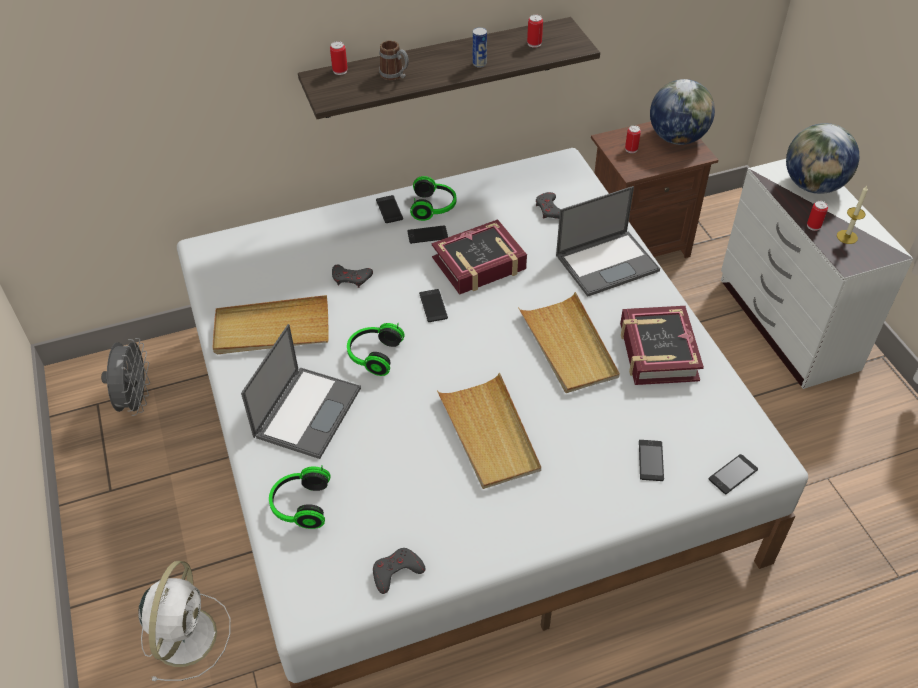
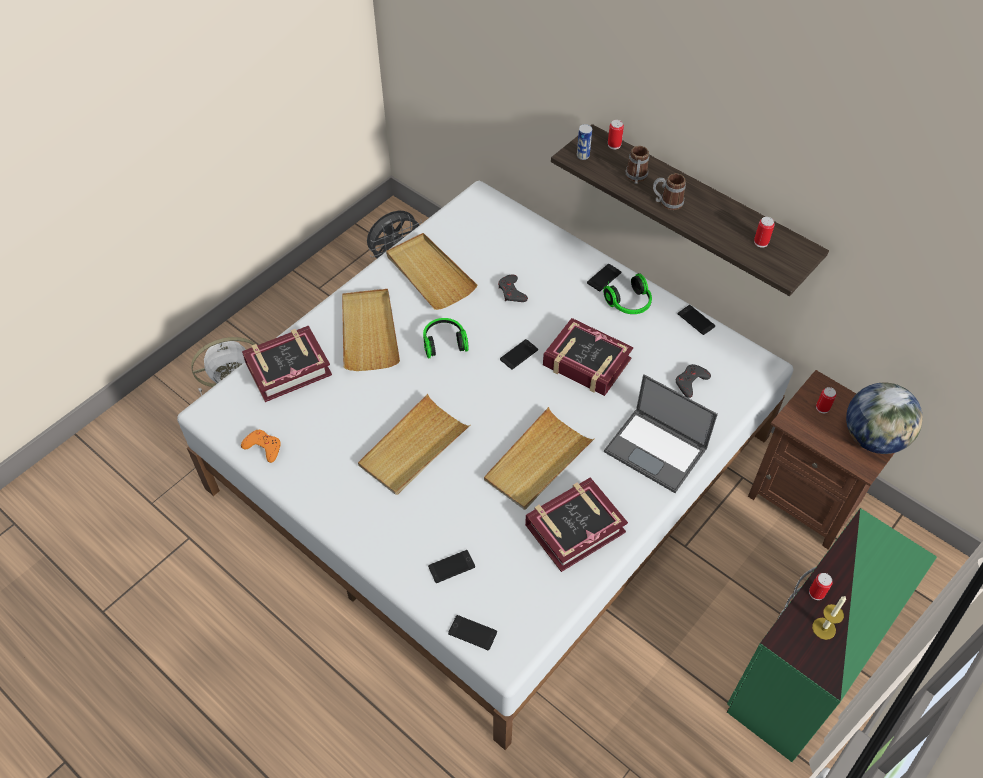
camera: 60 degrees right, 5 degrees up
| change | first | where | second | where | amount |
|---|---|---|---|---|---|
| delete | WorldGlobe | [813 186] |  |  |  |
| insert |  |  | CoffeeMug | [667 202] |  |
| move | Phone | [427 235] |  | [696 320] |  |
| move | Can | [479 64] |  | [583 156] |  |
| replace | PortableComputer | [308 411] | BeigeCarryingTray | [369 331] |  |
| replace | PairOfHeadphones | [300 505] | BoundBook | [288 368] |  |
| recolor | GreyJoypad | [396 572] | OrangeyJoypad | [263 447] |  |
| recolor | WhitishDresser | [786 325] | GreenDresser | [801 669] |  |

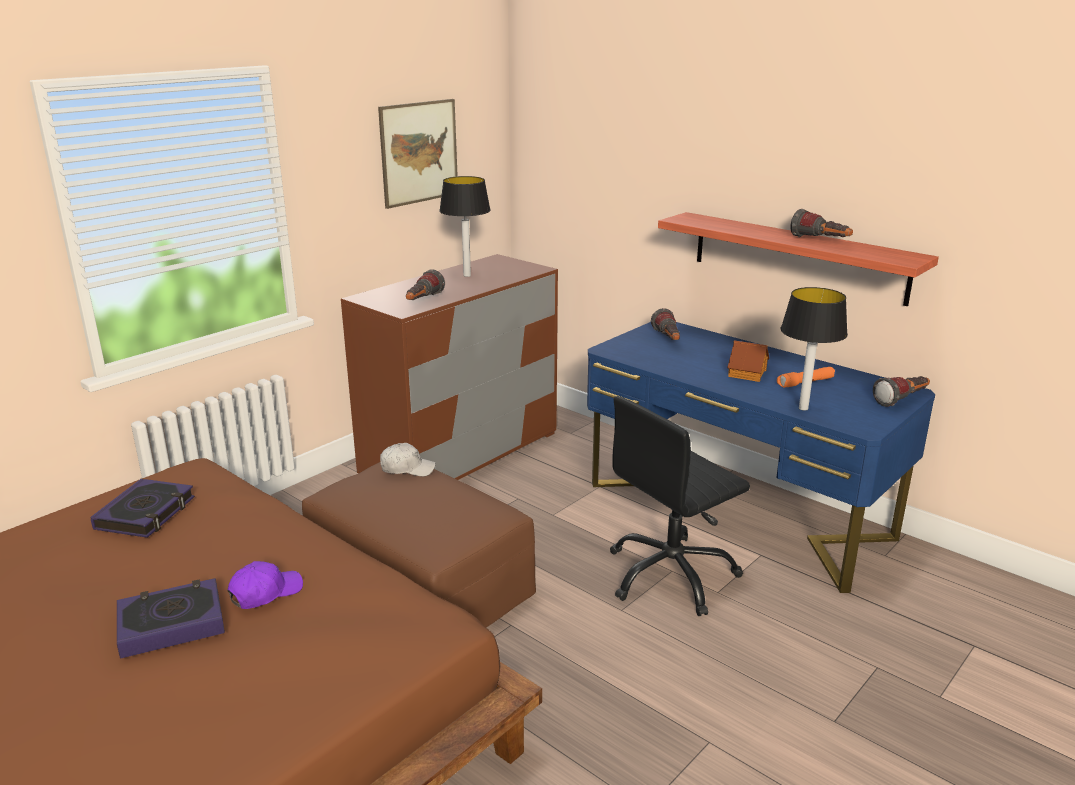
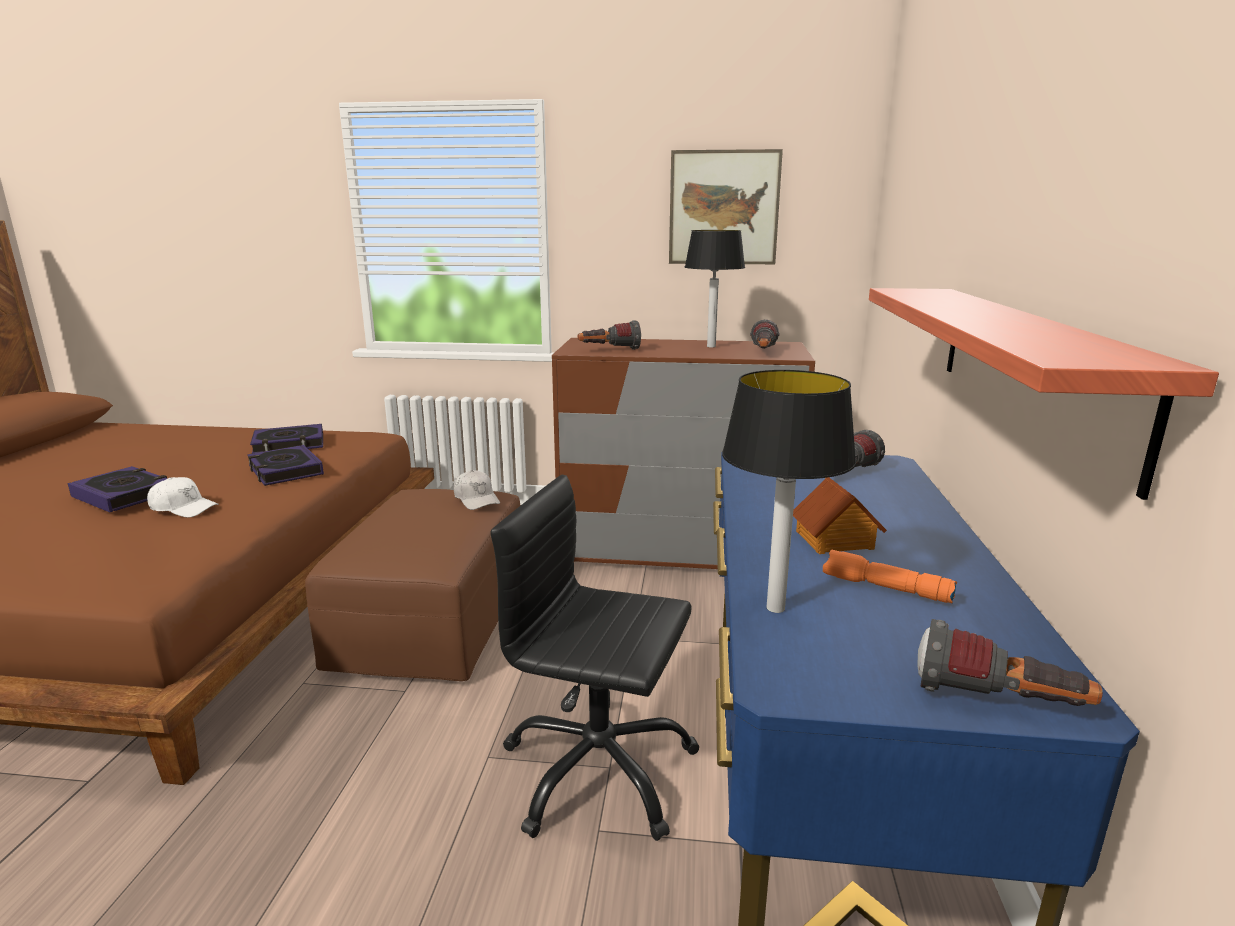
camera: 55 degrees right, 5 degrees down
| change | first | where | second | where | amount |
|---|---|---|---|---|---|
| insert |  |  | BoundBook | [285 471] |  |
| move | Flashlight | [820 241] |  | [763 353] |  |
| recolor | PurpleCap | [265 593] | WhitishCap | [183 508] |  |

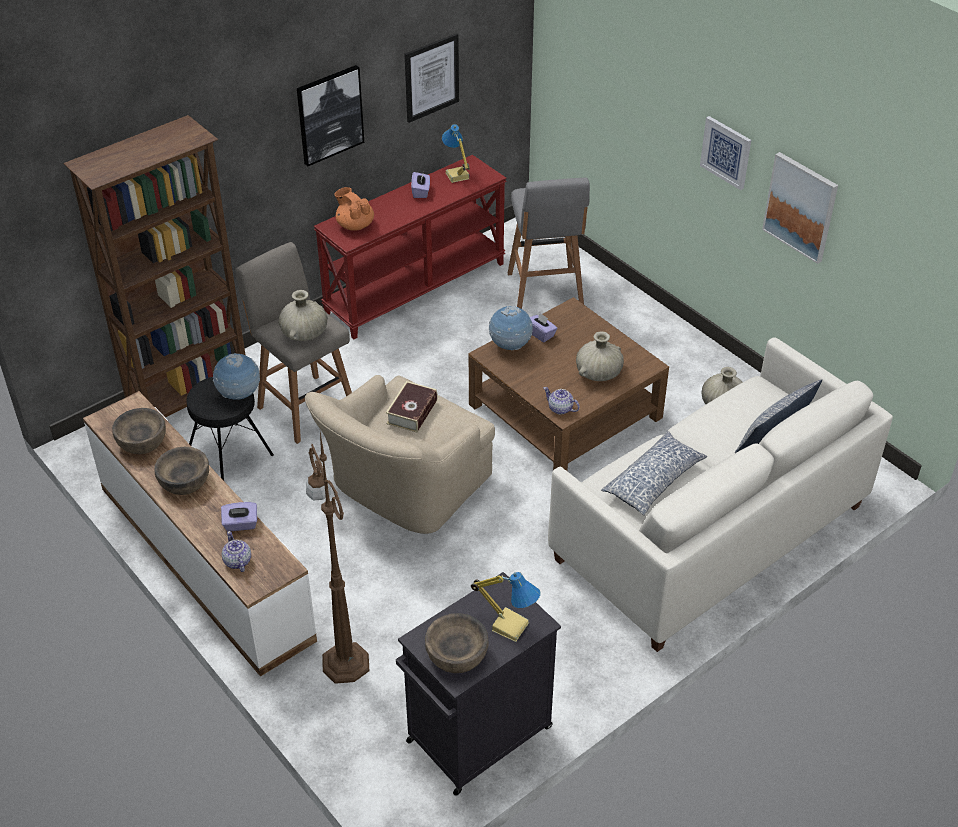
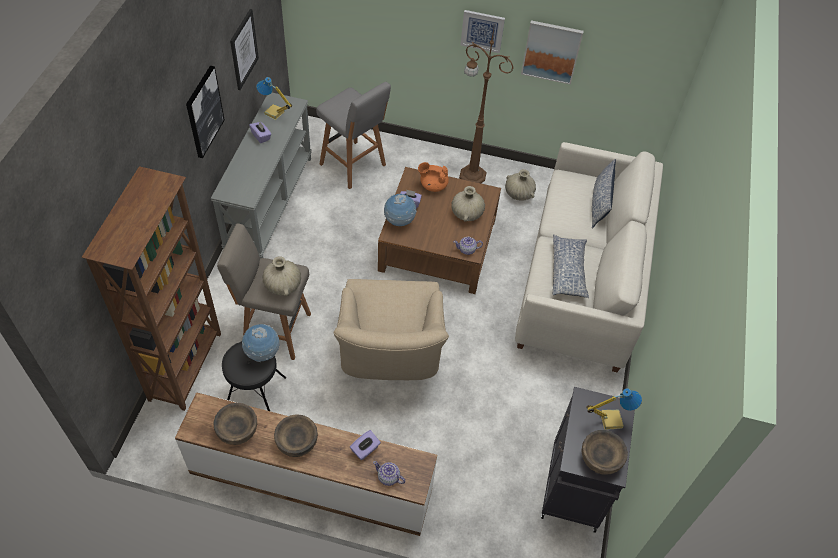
camera: 40 degrees left, 10 degrees up
| change | first | where | second | where | amount |
|---|---|---|---|---|---|
| delete | BoundBook | [412 412] |  |  |  |
| move | BrownishStandardLamp | [345 661] |  | [471 174] |  |
| move | OrangeyTeapot | [355 225] |  | [433 185] |  |
| recolor | ReddishHallTable | [415 287] | GreyHallTable | [269 203] |  |

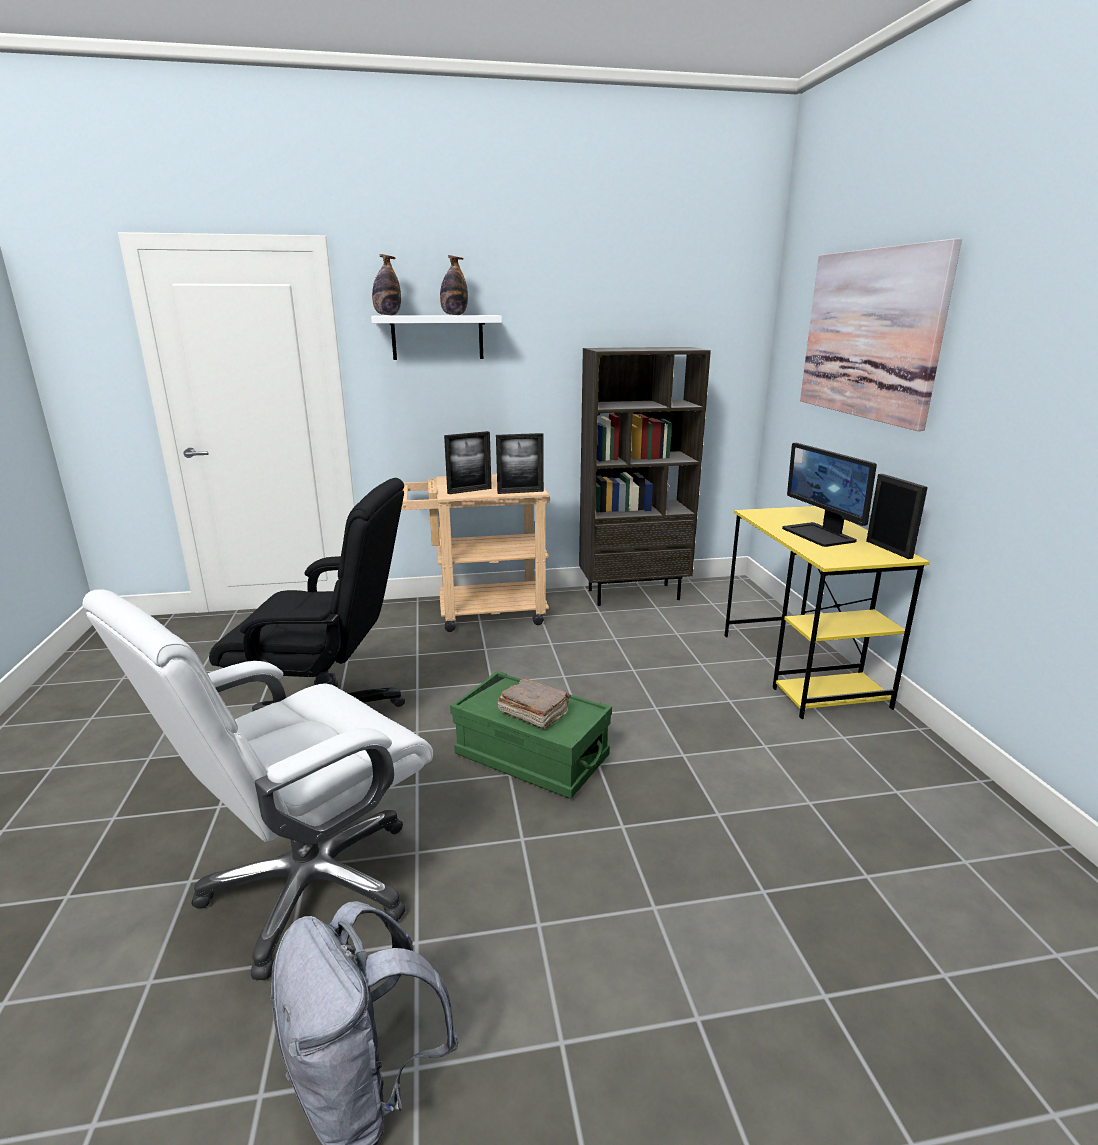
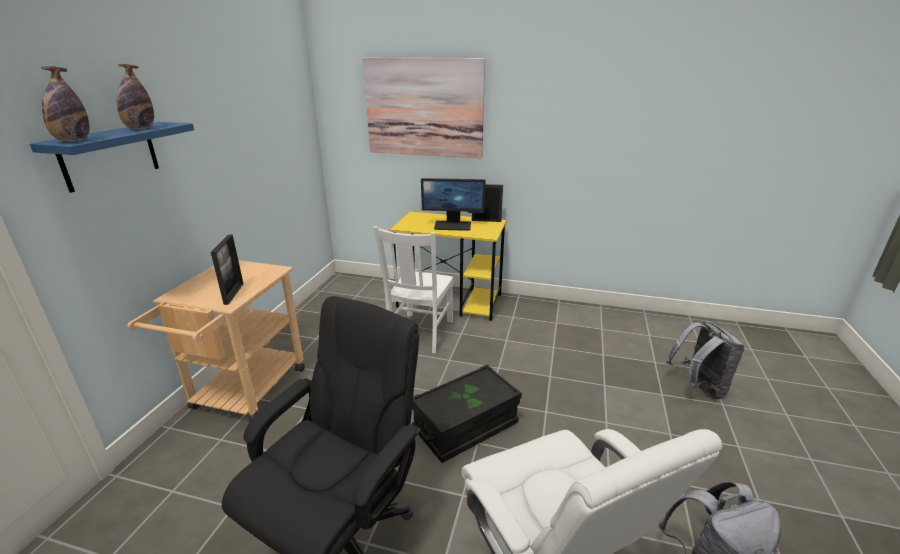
camera: 65 degrees left, 5 degrees up
| change | first | where | second | where | amount |
|---|---|---|---|---|---|
| delete | PictureFrame | [520 492] |  |  |  |
| delete | BrownishBoundBook | [533 713] |  |  |  |
| delete | BrownishBookcase | [633 594] |  |  |  |
| insert |  |  | WhitishPlainChair | [419 334] |  |
| insert |  |  | GreyKnapsack | [698 388] |  |
| recolor | WhitishWallShelf | [437 337] | BlueColouredWallShelf | [110 155] |  |
| recolor | GreenStorageContainer | [531 757] | BlackStorageContainer | [465 427] |  |

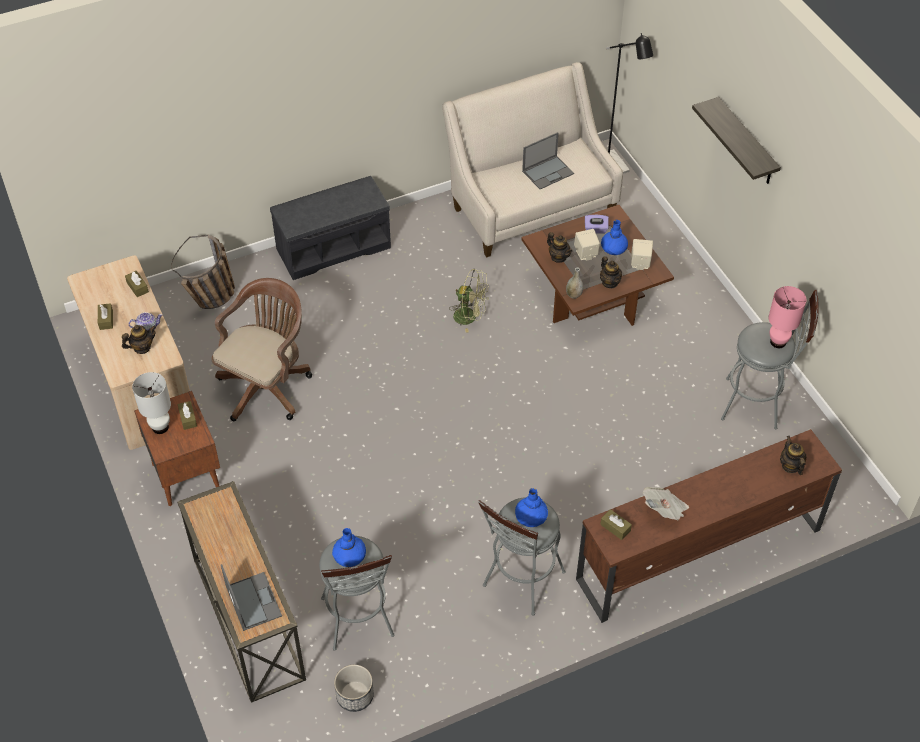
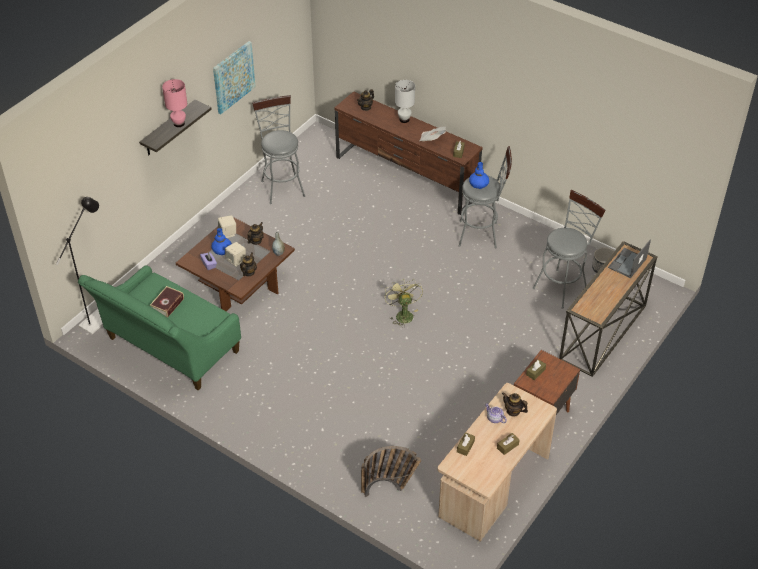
camera: 120 degrees left, 5 degrees down
| change | first | where | second | where | amount |
|---|---|---|---|---|---|
| delete | BrownishDeskChair | [267 385] |  |  |  |
| delete | GreyLongSeat | [334 247] |  |  |  |
| delete | BlueColouredVase | [349 556] |  |  |  |
| insert |  |  | WallArt | [233 77] |  |
| move | WhitishTableLamp | [161 427] |  | [404 119] |  |
| move | GreenElectricFan | [470 317] |  | [402 314] |  |
| move | PinkColouredTableLamp | [778 342] |  | [179 123] |  |
| replace | PortableComputer | [548 172] | BoundBook | [167 305] |  |
| recolor | BeigeCouch | [530 206] | GreenCouch | [169 349] |  |

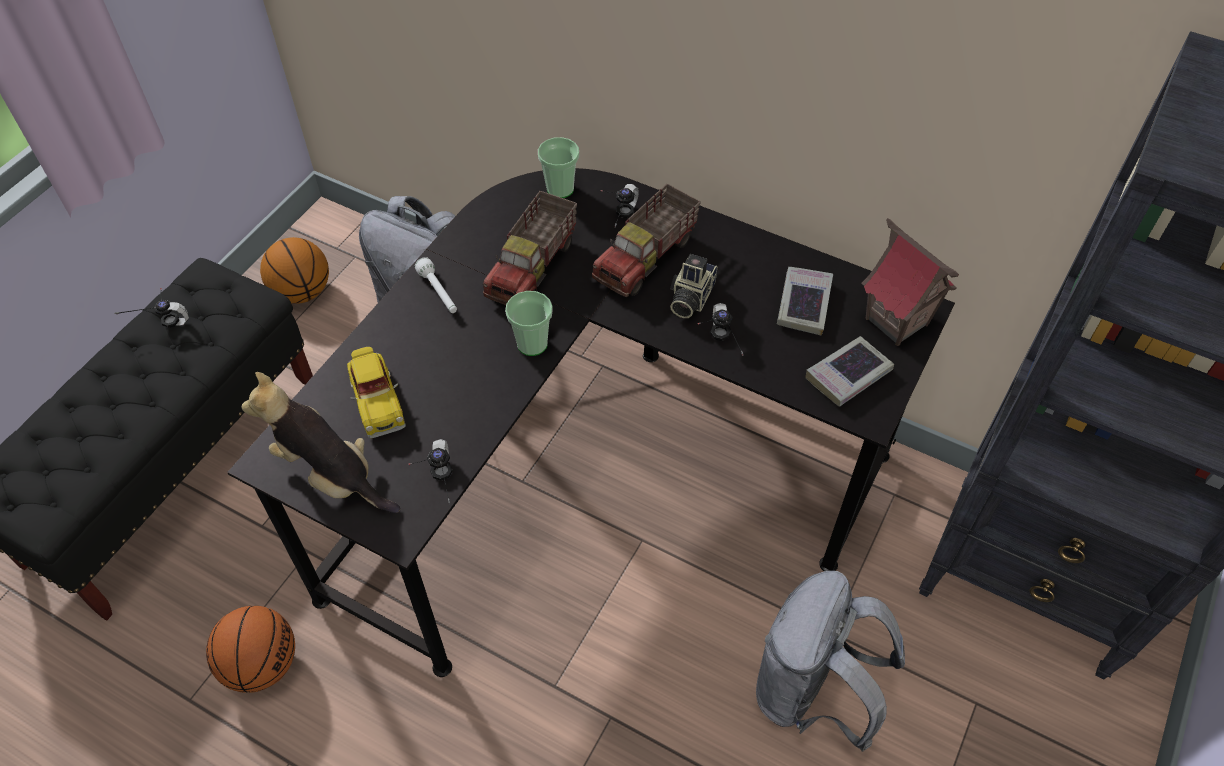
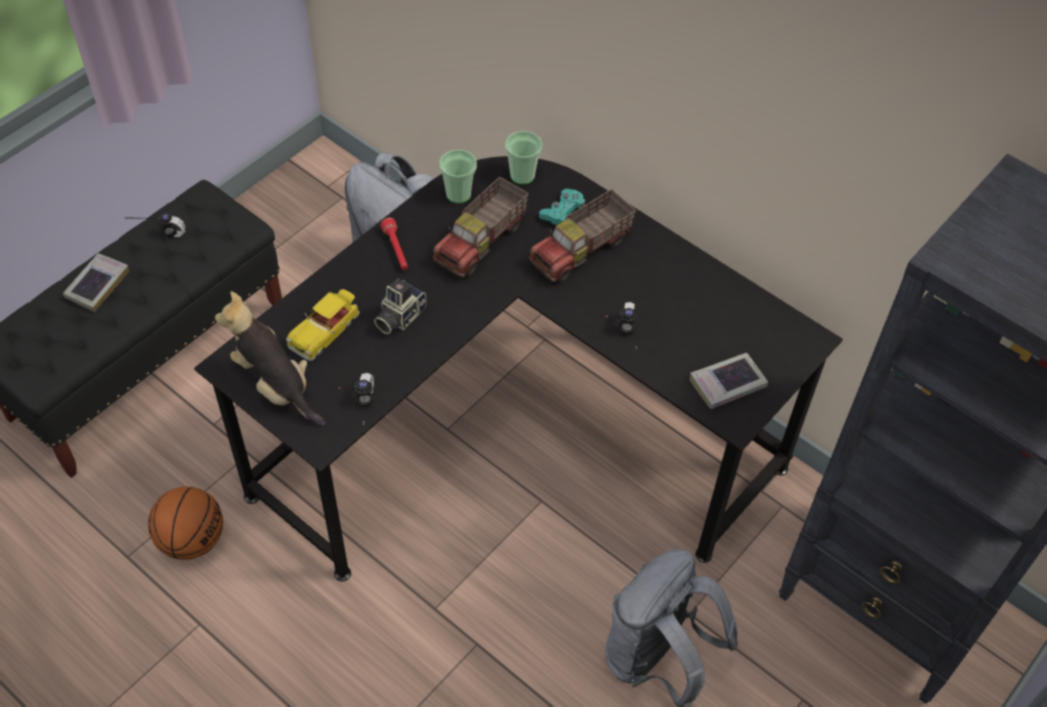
camera: 10 degrees right, 0 degrees up
| change | first | where | second | where | amount |
|---|---|---|---|---|---|
| delete | Basketball | [302 292] |  |  |  |
| delete | ToyHouse | [896 322] |  |  |  |
| move | Cup | [532 344] |  | [458 194] |  |
| move | StillCamera | [689 298] |  | [398 316] |  |
| move | BoundBook | [803 304] |  | [97 285] |  |
| replace | PairOfHeadphones | [614 220] | TurquoiseJoypad | [562 212] |  |
| recolor | WhitishFlashlight | [439 293] | ReddishFlashlight | [396 250] |  |
| rotate | ToyCar | [376 399] |  | [325 331] | 45 degrees clockwise |

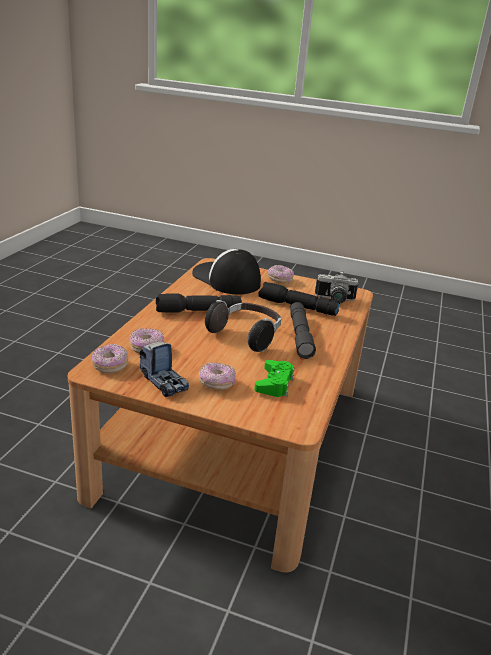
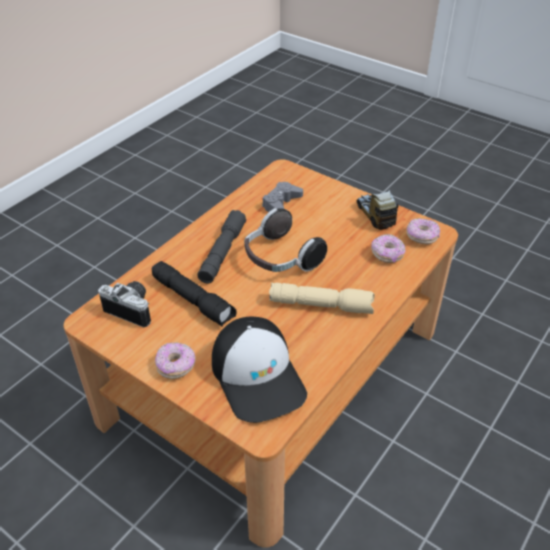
camera: 160 degrees left, 15 degrees up
| change | first | where | second | where | amount |
|---|---|---|---|---|---|
| delete | RingDoughnut | [216 383] |  |  |  |
| recolor | BlackFlashlight | [197 311] | BeigeFlashlight | [322 304] |  |
| recolor | GreenJoypad | [274 383] | GreyJoypad | [281 203] |  |

